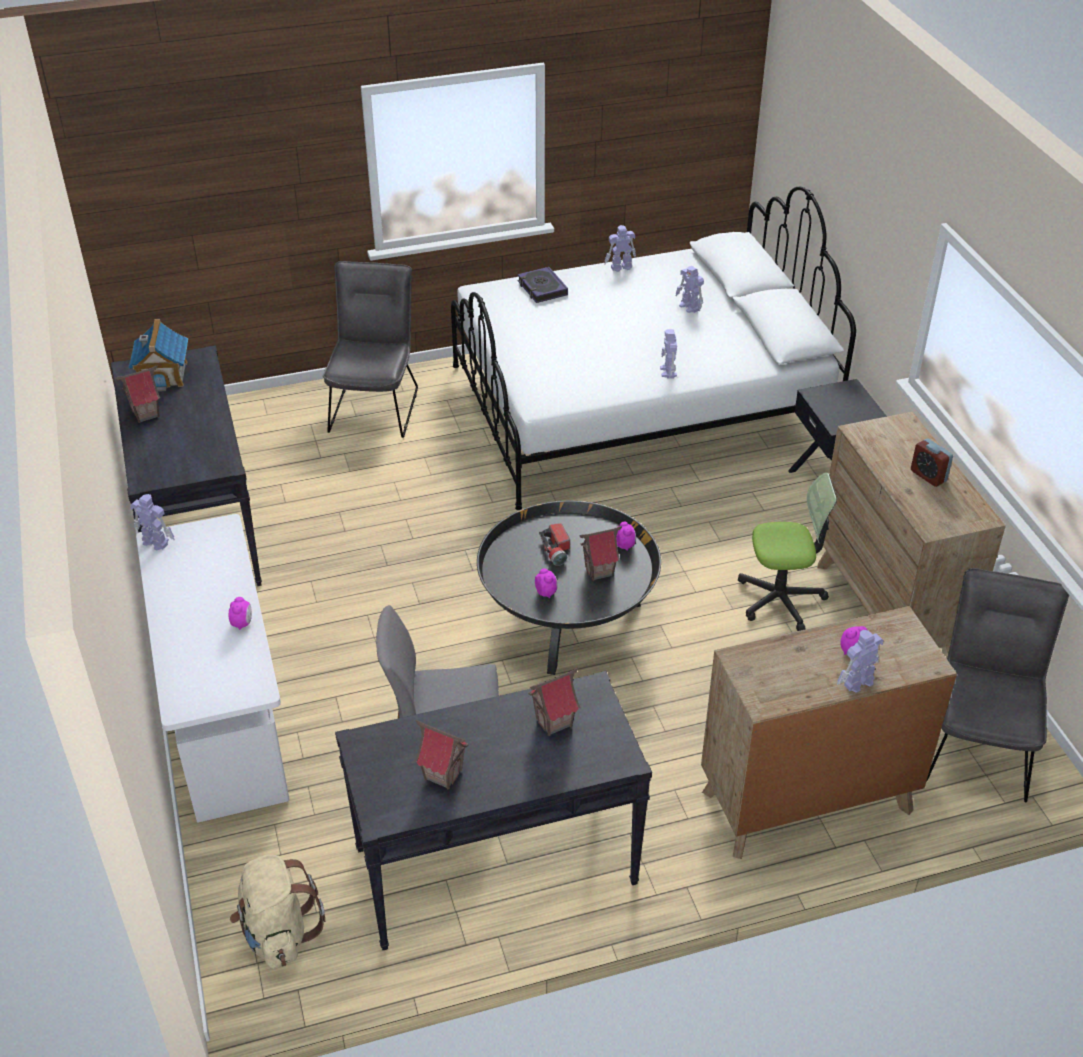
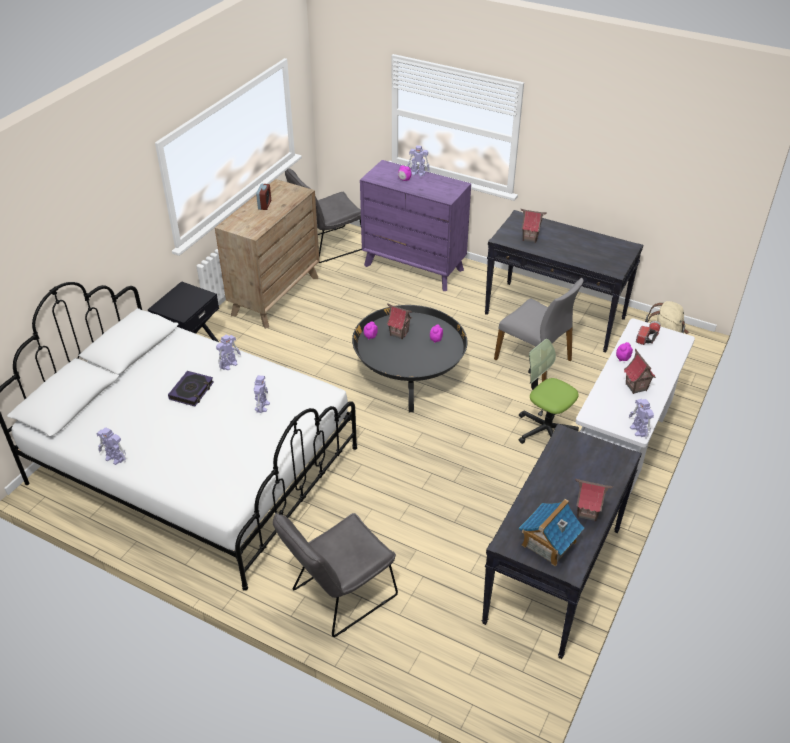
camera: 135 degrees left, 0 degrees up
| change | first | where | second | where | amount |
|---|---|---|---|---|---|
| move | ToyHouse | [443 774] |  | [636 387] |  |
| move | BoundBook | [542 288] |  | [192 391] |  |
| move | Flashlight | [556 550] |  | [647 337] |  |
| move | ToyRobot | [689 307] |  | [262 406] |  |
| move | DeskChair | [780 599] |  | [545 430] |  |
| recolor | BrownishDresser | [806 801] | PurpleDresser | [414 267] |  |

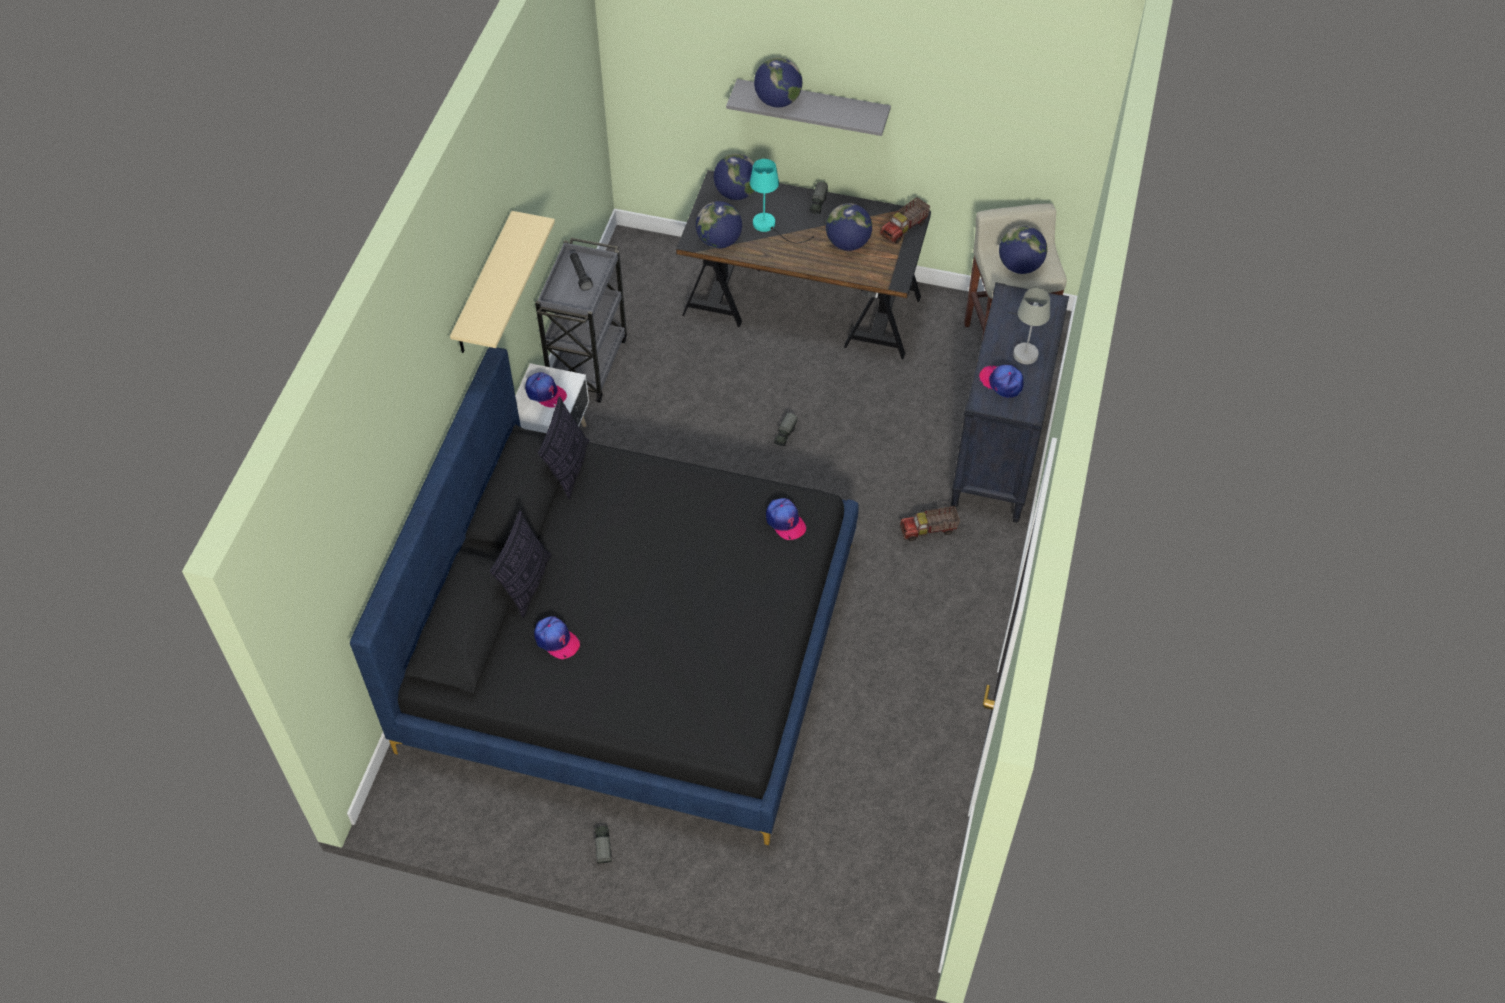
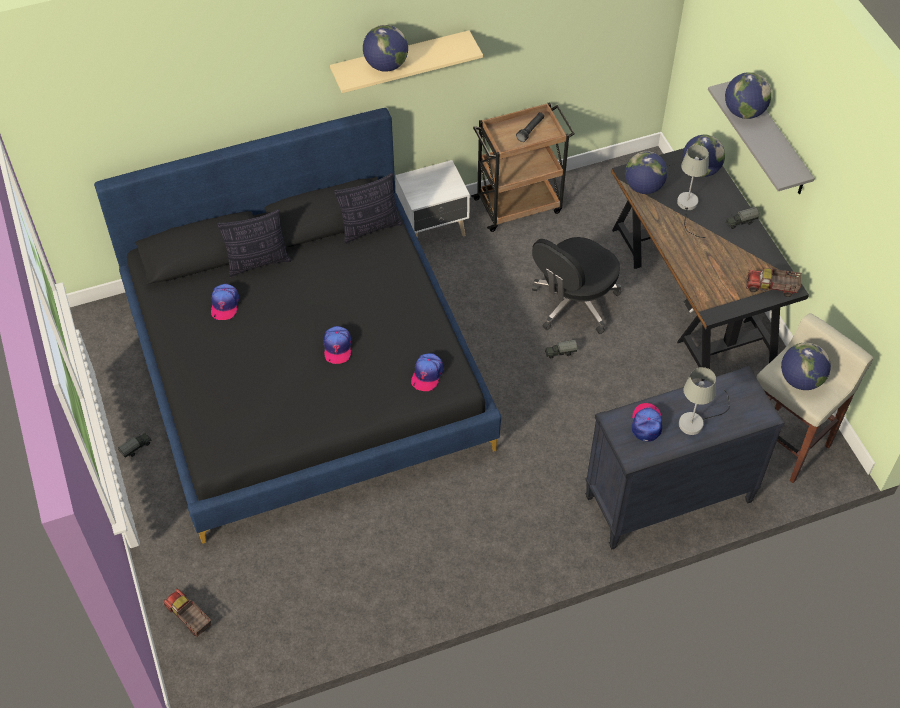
camera: 55 degrees right, 0 degrees up
| change | first | where | second | where | amount |
|---|---|---|---|---|---|
| insert |  |  | BlackDeskChair | [573 303] |  |
| move | Cap | [545 393] |  | [337 347] |  |
| move | WorldGlobe | [847 243] |  | [386 65] |  |
| move | ToyTruck | [929 530] |  | [188 617] |  |
| recolor | GreyTrolley | [588 363] | BrownishTrolley | [519 205] |  |
| recolor | TurquoiseTableLamp | [770 227] | GreyTableLamp | [688 207] |  |

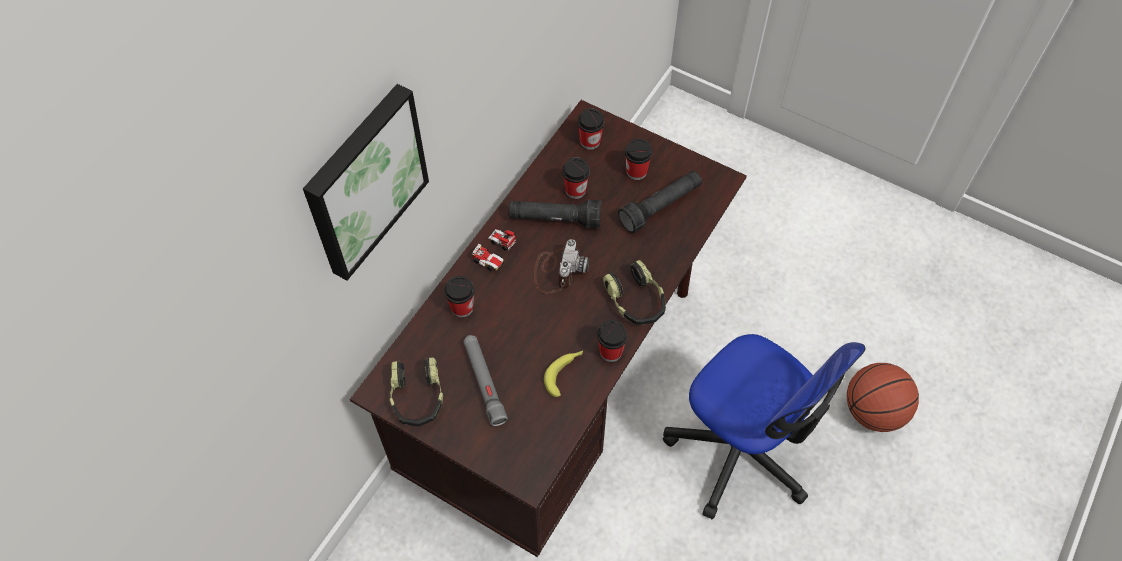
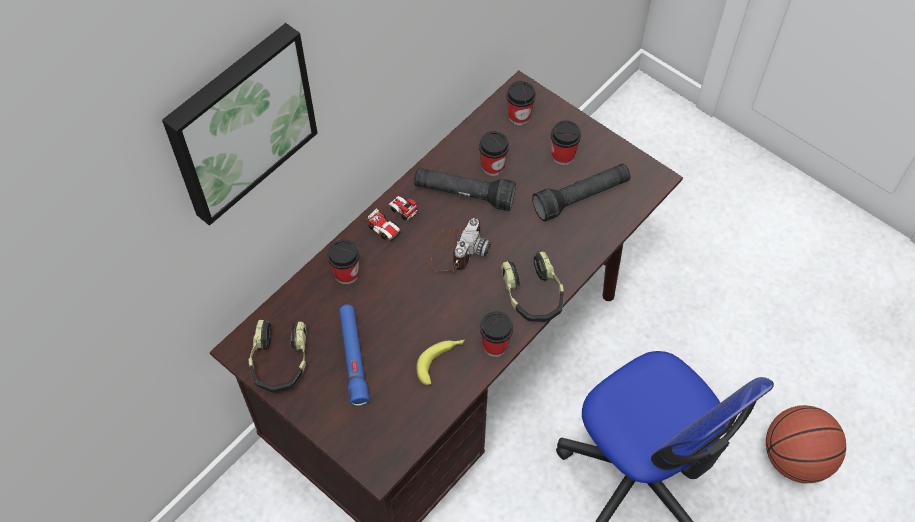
camera: 10 degrees right, 0 degrees up
| change | first | where | second | where | amount |
|---|---|---|---|---|---|
| recolor | GreyFlashlight | [484 382] | BlueColouredFlashlight | [353 357] |  |

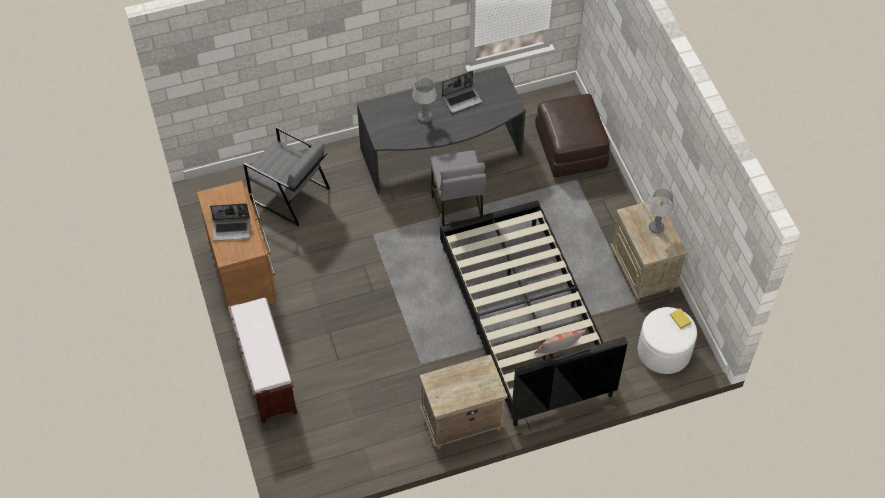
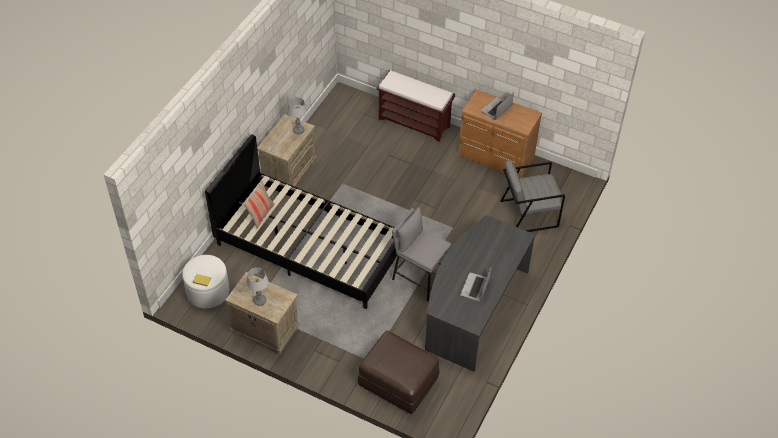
camera: 135 degrees right, 5 degrees down
| change | first | where | second | where | amount |
|---|---|---|---|---|---|
| move | TableLamp | [424 117] |  | [298 130] |  |

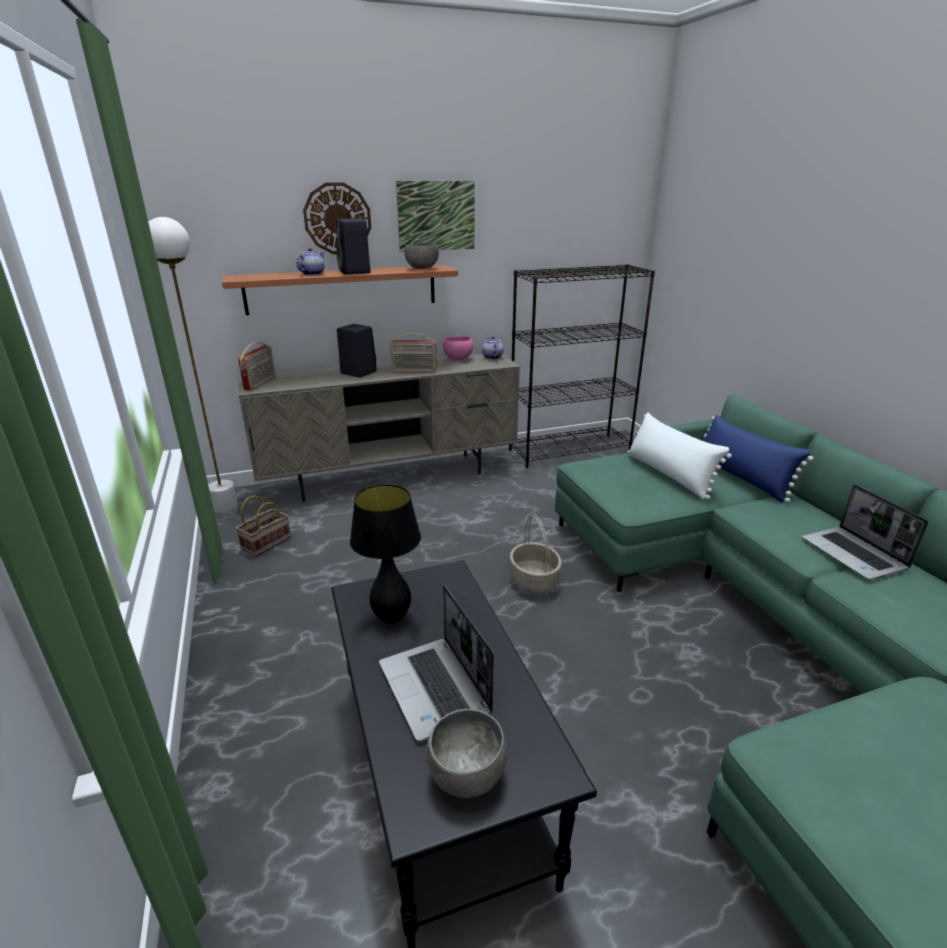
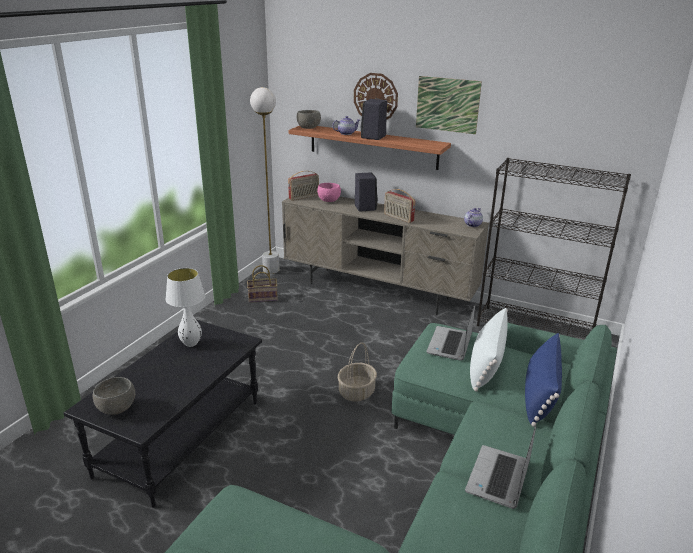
camera: 45 degrees right, 0 degrees up
| change | first | where | second | where | amount |
|---|---|---|---|---|---|
| move | PortableComputer | [436 689] |  | [450 345] |  |
| move | GreyServingBowl | [422 268] |  | [309 128] |  |
| move | PinkColouredServingBowl | [458 359] |  | [329 201] |  |
| recolor | BlackTableLamp | [392 617] | WhitishTableLamp | [191 344] |  |

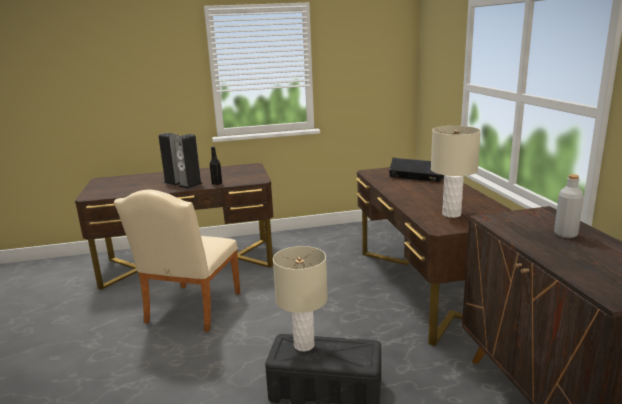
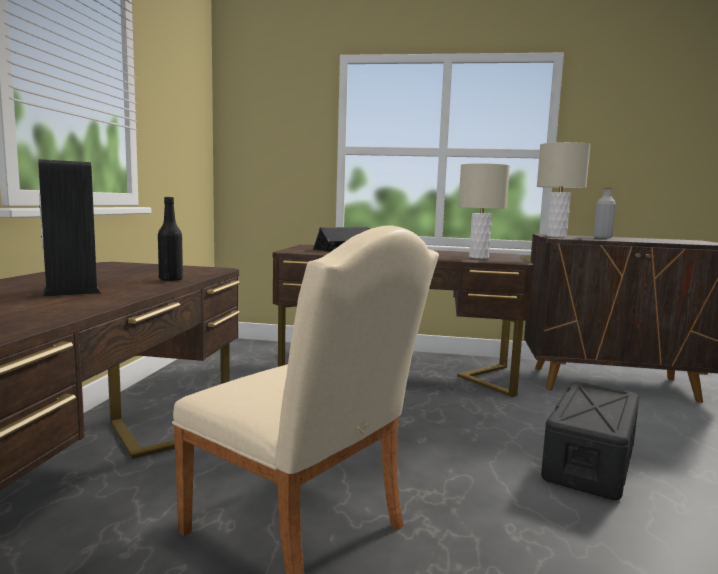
camera: 70 degrees left, 10 degrees down
| change | first | where | second | where | amount |
|---|---|---|---|---|---|
| delete | Loudspeaker | [190 185] |  |  |  |
| move | BeigeTableLamp | [304 345] |  | [556 236] |  |

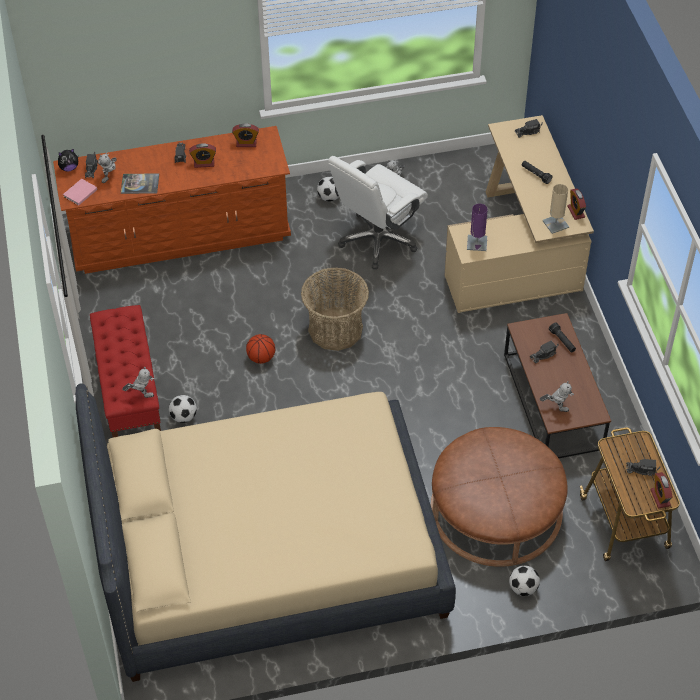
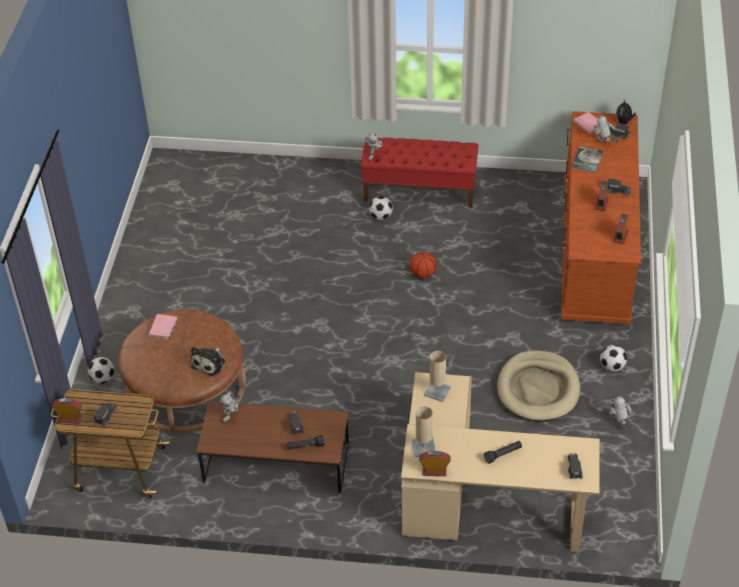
camera: 110 degrees right, 5 degrees down
| change | first | where | second | where | amount |
|---|---|---|---|---|---|
| delete | BeigeBed | [269 553] |  |  |  |
| delete | StorageBasket | [335 329] |  |  |  |
| insert |  |  | PinkColouredBoundBook | [164 327] |  |
| insert |  |  | SoftToy | [210 363] |  |
| replace | WhitishDeskChair | [378 240] | BeigeDogBed | [538 389] |  |
| recolor | PurpleTableLamp | [477 243] | BeigeTableLamp | [437 391] |  |

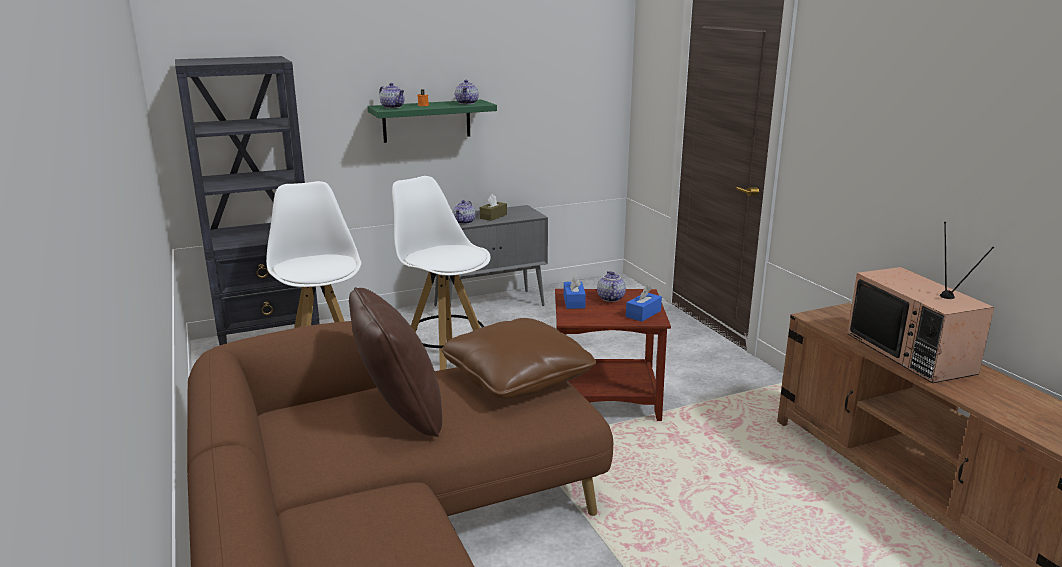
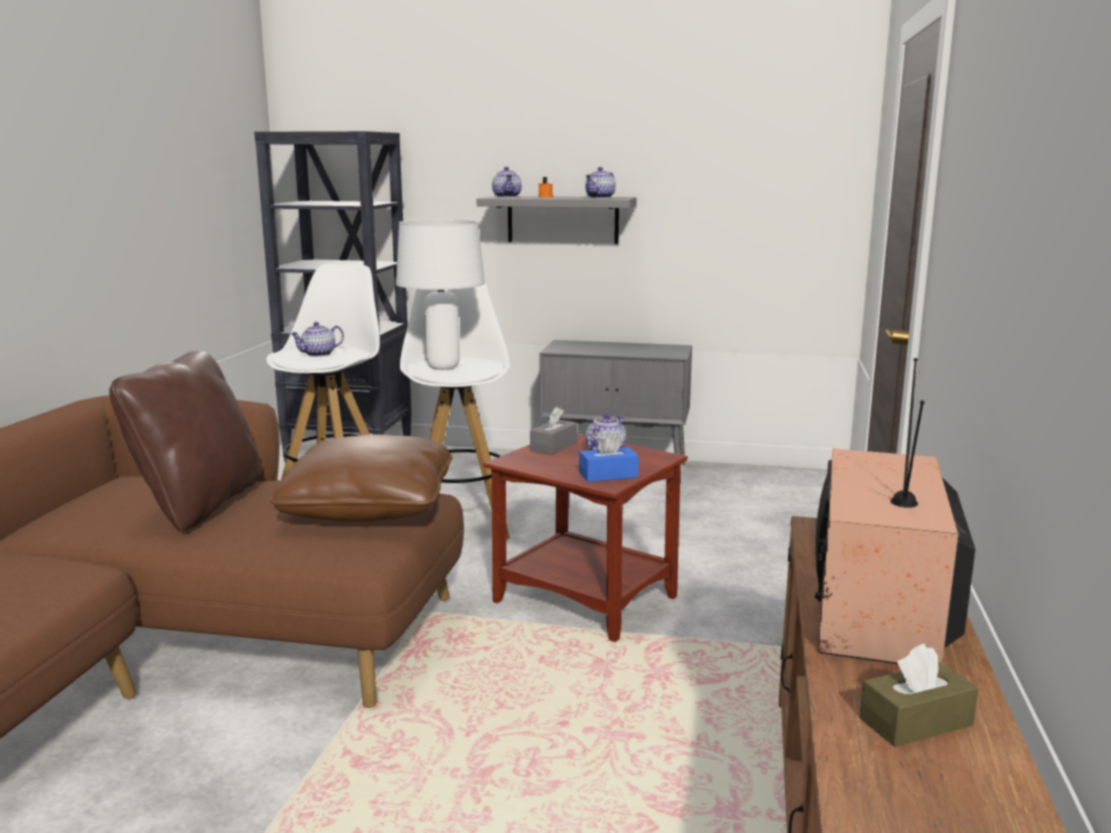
camera: 35 degrees right, 5 degrees down
| change | first | where | second | where | amount |
|---|---|---|---|---|---|
| insert |  |  | WhitishTableLamp | [442 367] |  |
| move | Teapot | [464 222] |  | [318 354] |  |
| move | BrownishTissueBox | [493 216] |  | [916 722] |  |
| recolor | GreenWallShelf | [426 121] | GreyWallShelf | [562 219] |  |
| recolor | BlueColouredTissueBox | [574 302] | GreyTissueBox | [554 446] |  |

